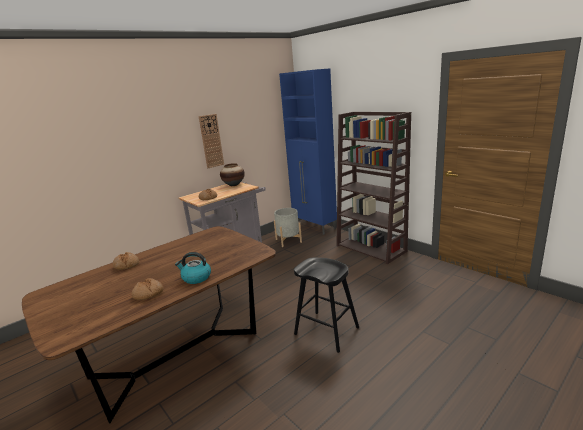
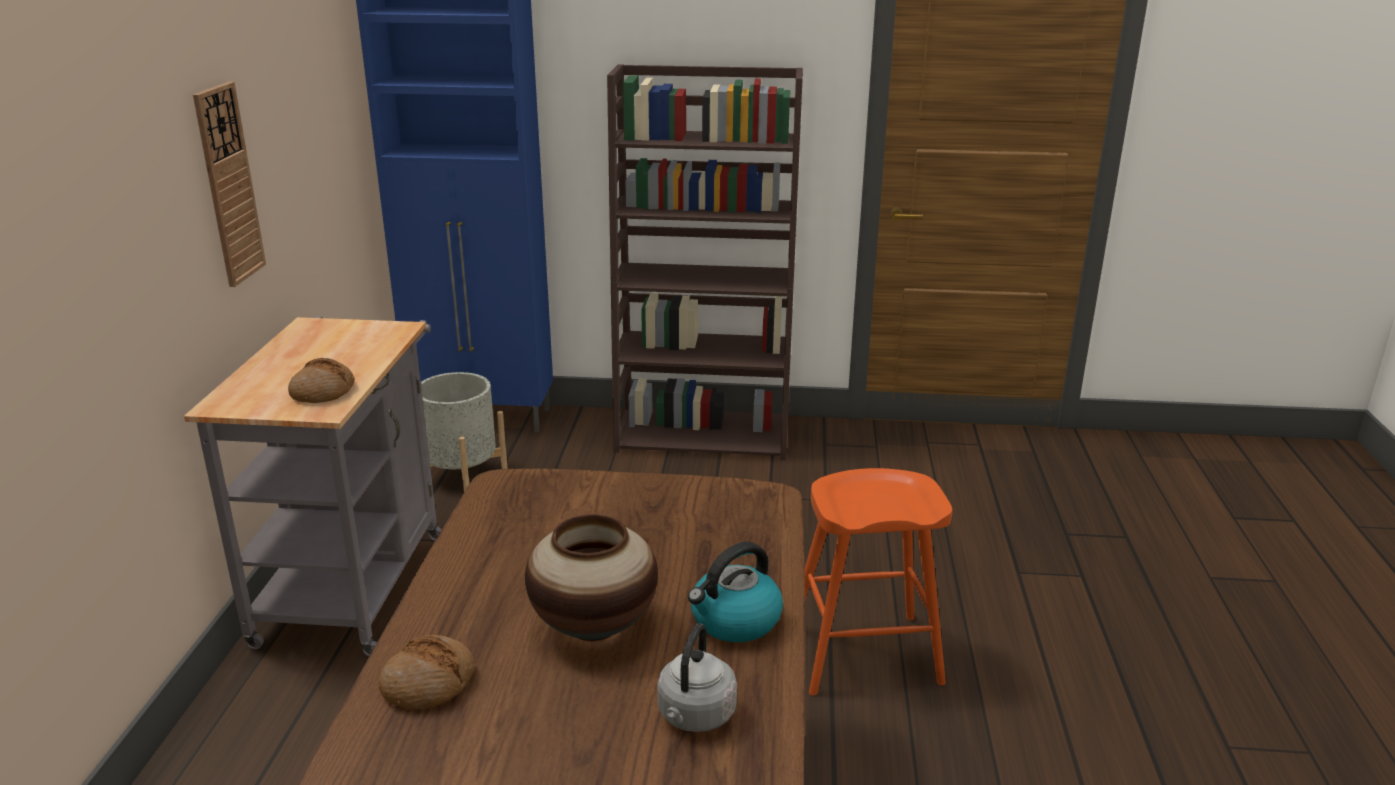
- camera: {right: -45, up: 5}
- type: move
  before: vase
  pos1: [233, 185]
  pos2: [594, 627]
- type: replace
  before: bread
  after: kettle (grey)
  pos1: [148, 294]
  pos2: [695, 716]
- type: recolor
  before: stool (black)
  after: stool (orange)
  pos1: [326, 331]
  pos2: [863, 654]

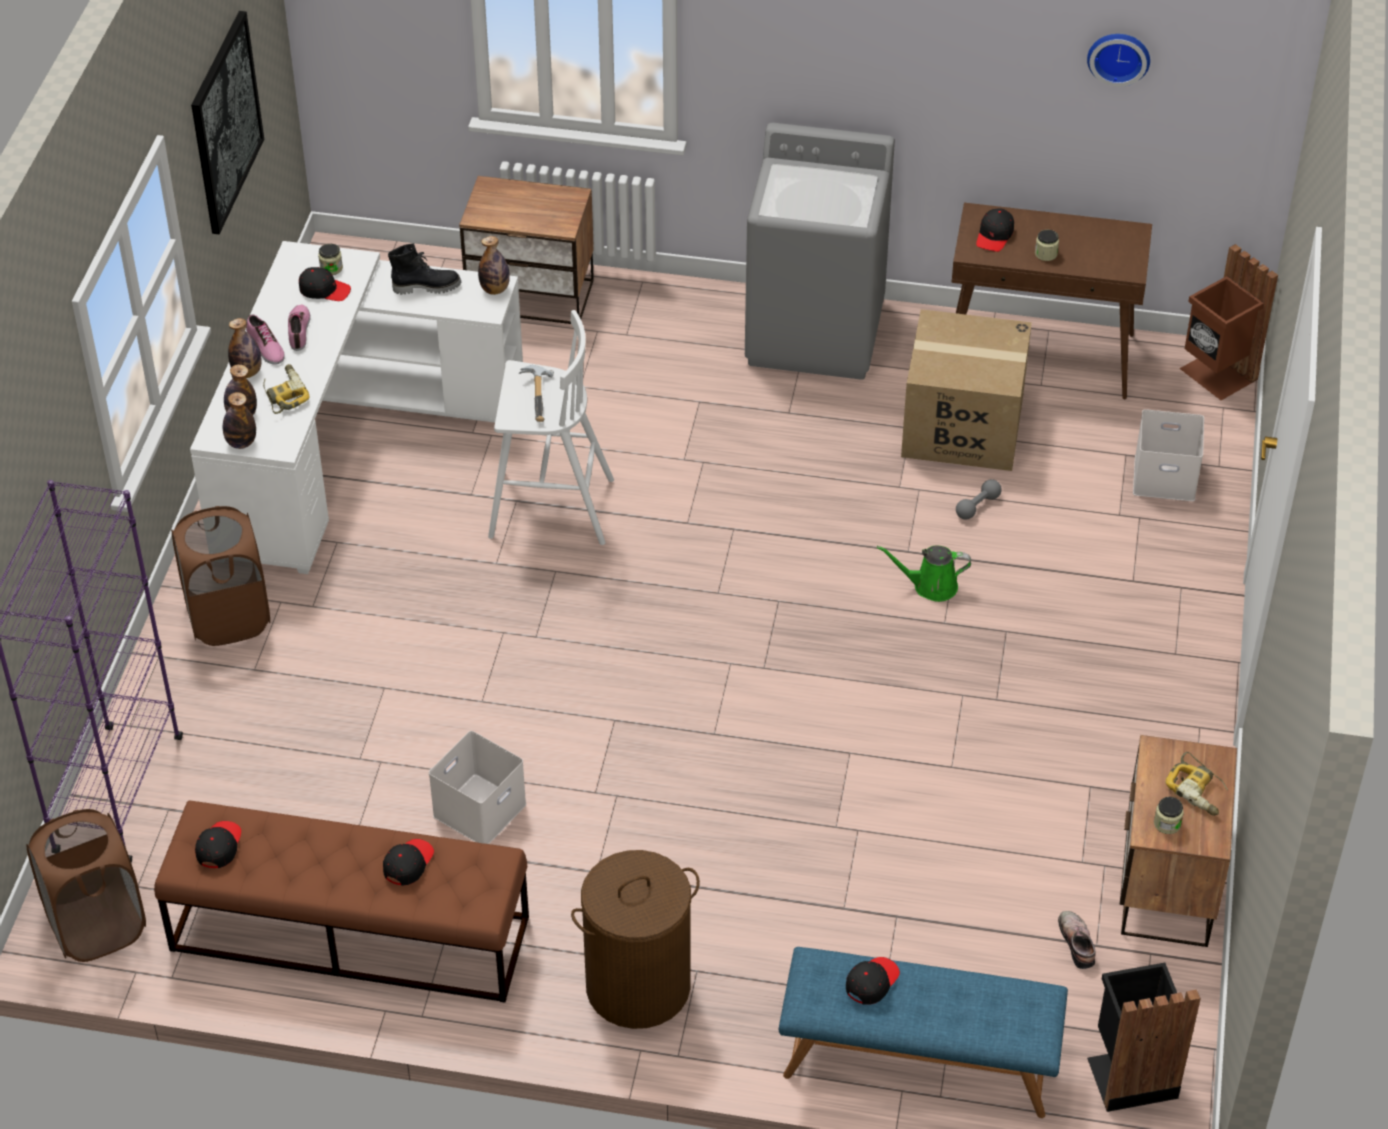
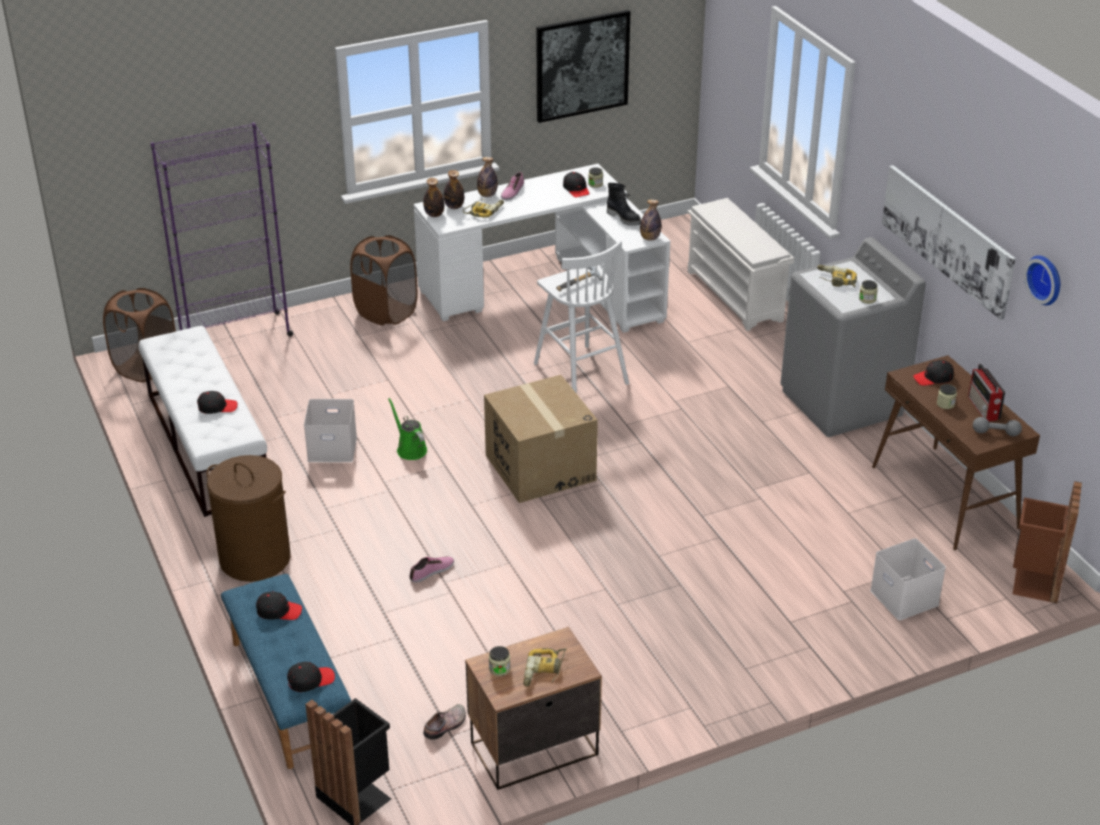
- camera: {right: 55, up: -10}
- type: recolor
  before: bench (brown)
  after: bench (white)
  pos1: [349, 933]
  pos2: [207, 444]
- type: move
  before: cap (black)
  pos1: [219, 847]
  pos2: [310, 680]
- type: move
  before: watering can (green)
  pos1: [930, 586]
  pos2: [410, 449]
- type: move
  before: shoe
  pos1: [299, 330]
  pos2: [432, 571]
- type: move
  before: cardboard box
  pos1: [962, 426]
  pos2: [540, 467]
- type: replace
  before: nightstand
  after: shoe rack (white)
  pos1: [532, 297]
  pos2: [736, 296]
- type: insert
  after: power drill
  pos2: [835, 280]
- type: insert
  after: jar
  pos2: [867, 299]
- type: insert
  after: picture
  pos2: [947, 239]
- type: insert
  after: radio
  pos2: [983, 409]
- type: move
  before: dumbbell (grey)
  pos1: [977, 506]
  pos2: [995, 433]

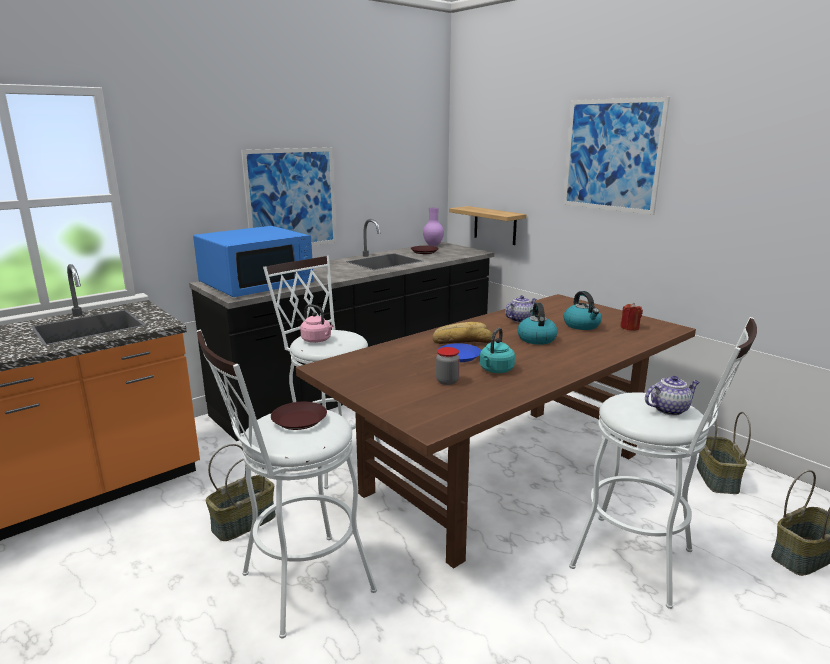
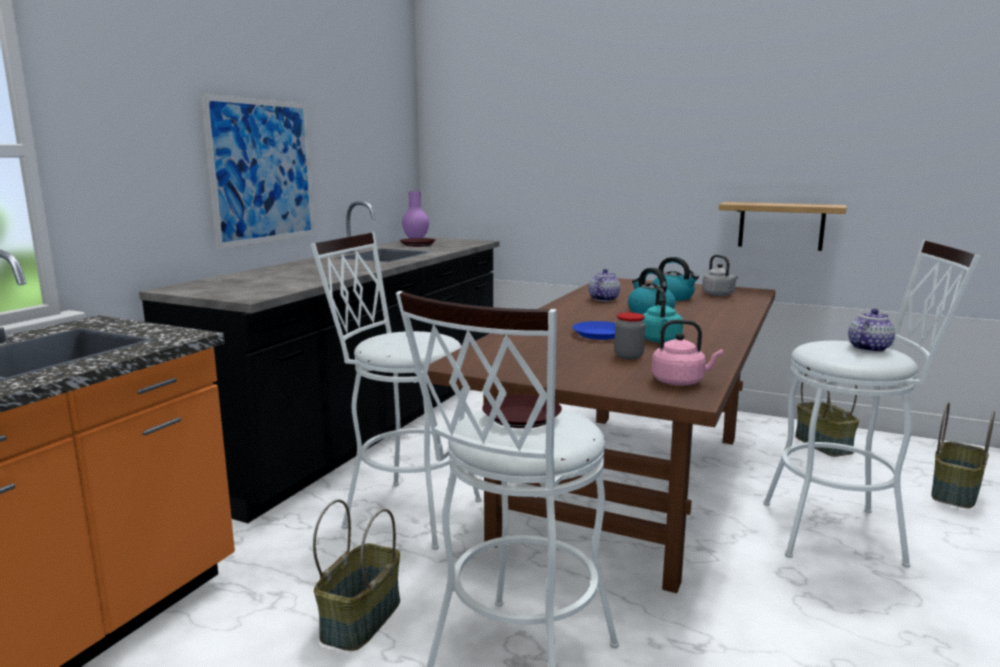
- camera: {right: -25, up: -5}
- type: move
  before: kettle (pink)
  pos1: [317, 340]
  pos2: [680, 382]
- type: replace
  before: candle (red)
  after: kettle (grey)
  pos1: [629, 328]
  pos2: [719, 294]
- type: move
  before: shelf
  pos1: [495, 225]
  pos2: [781, 226]
- type: delete
  before: microwave (blue)
  pos1: [257, 283]
- type: delete
  before: bread
  pos1: [462, 340]
- type: delete
  before: picture
  pos1: [612, 155]

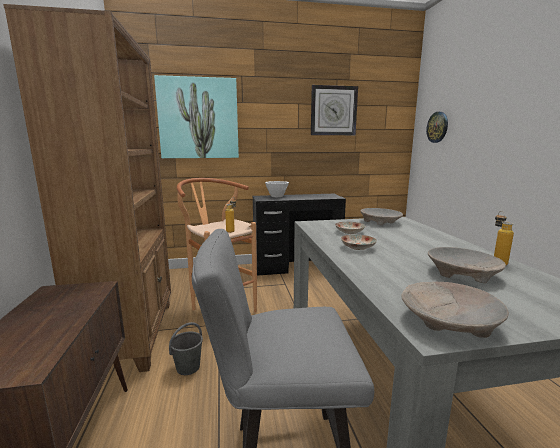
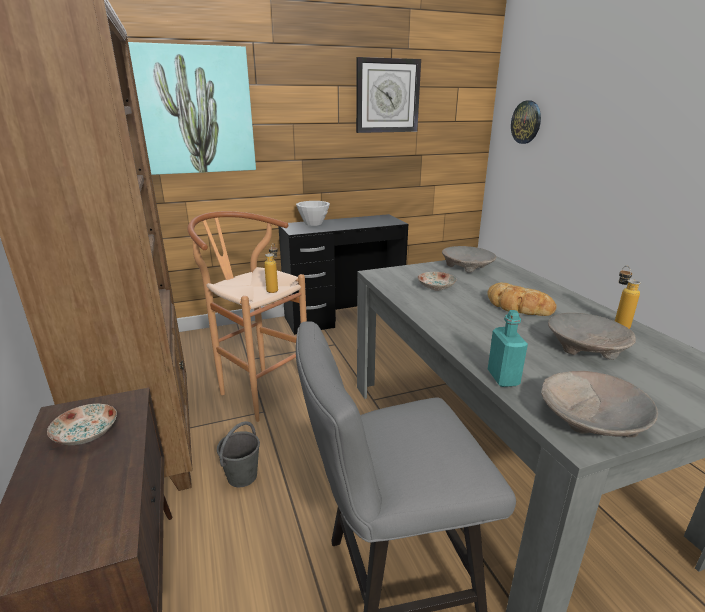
- camera: {right: -10, up: 10}
- type: move
  before: plate
  pos1: [357, 247]
  pos2: [85, 434]
- type: insert
  after: bread
  pos2: [517, 306]
- type: insert
  after: bottle (turquoise)
  pos2: [503, 378]

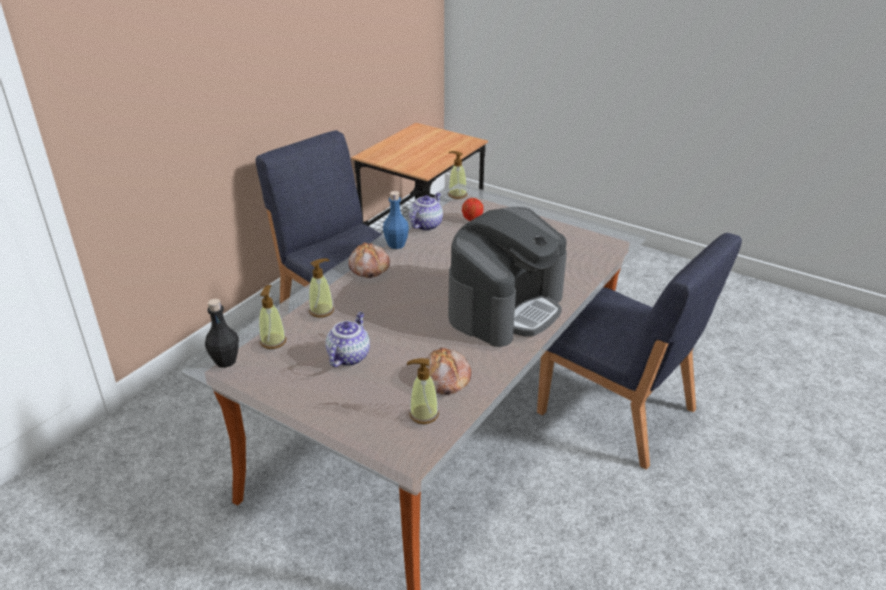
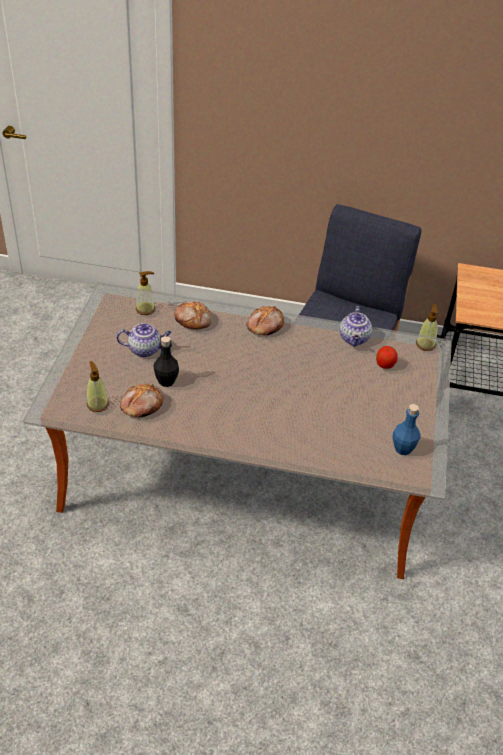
- camera: {right: 65, up: 10}
- type: move
  before: bottle (black)
  pos1: [225, 361]
  pos2: [166, 381]
- type: replace
  before: soap dispenser
  after: bread
  pos1: [322, 310]
  pos2: [193, 319]
- type: rotate
  before: teapot
  pos1: [426, 225]
  pos2: [354, 339]
  turn: 90
- type: move
  before: bottle (blue)
  pos1: [396, 245]
  pos2: [403, 449]
- type: delete
  before: coffee machine
  pos1: [506, 308]
- type: delete
  before: chair (blue)
  pos1: [618, 412]

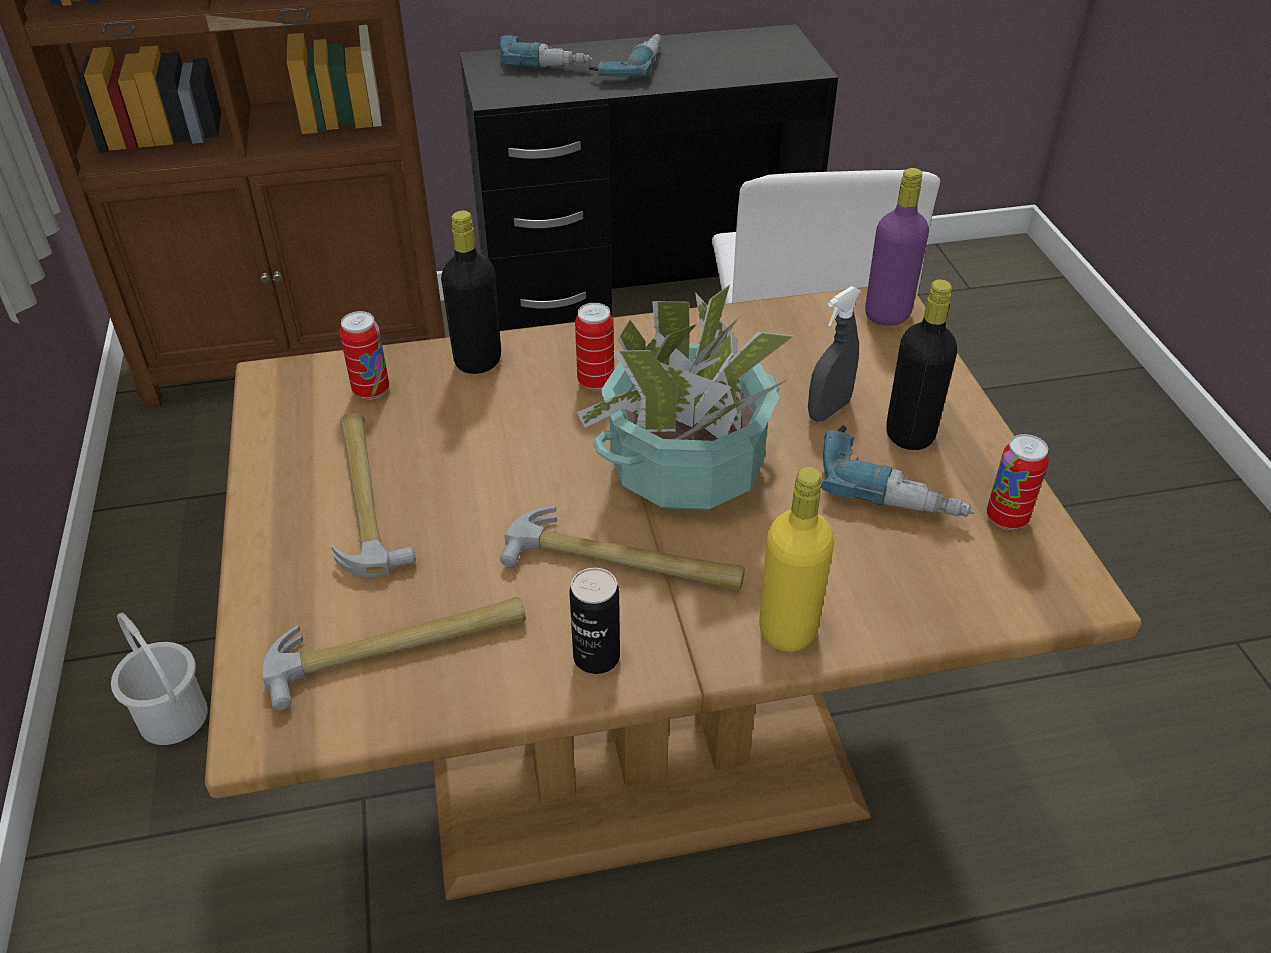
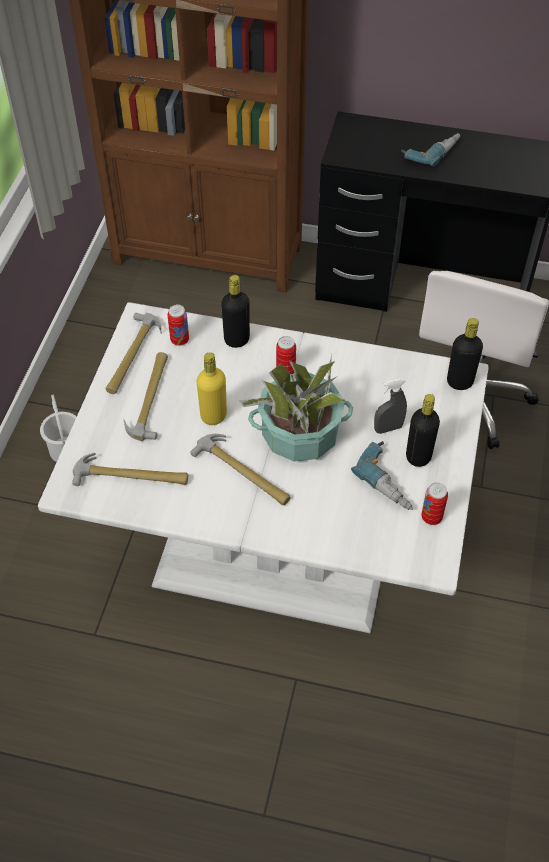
- camera: {right: 25, up: 10}
- type: recolor
  before: dining table (brown)
  after: dining table (white)
  pos1: [635, 747]
  pos2: [274, 551]
- type: insert
  after: hammer
  pos2: [132, 355]
- type: move
  before: bottle (yellow)
  pos1: [787, 630]
  pos2: [213, 416]
- type: recolor
  before: bottle (purple)
  after: bottle (black)
  pos1: [887, 314]
  pos2: [459, 382]
- type: delete
  before: power drill
  pos1: [546, 61]
- type: delete
  before: can
  pos1: [596, 657]

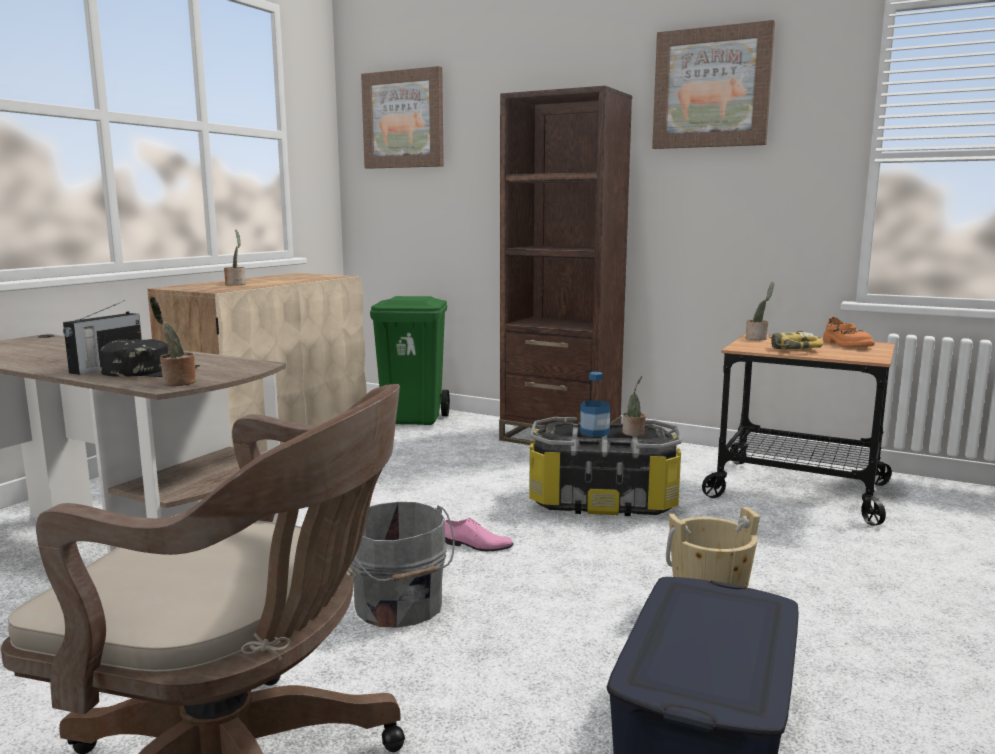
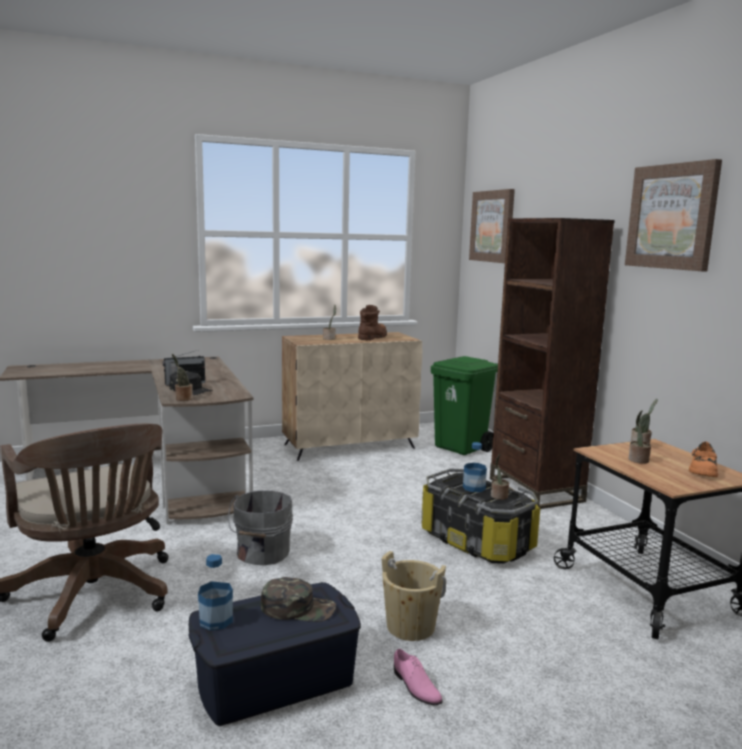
- camera: {right: 40, up: 0}
- type: insert
  after: bottle
  pos2: [216, 620]
- type: insert
  after: cap (green)
  pos2: [298, 608]
- type: insert
  after: boot (brown)
  pos2: [372, 337]
- type: move
  before: shoe (pink)
  pos1: [477, 545]
  pos2: [415, 686]
- type: replace
  before: power drill
  after: potted plant
  pos1: [790, 348]
  pos2: [638, 460]

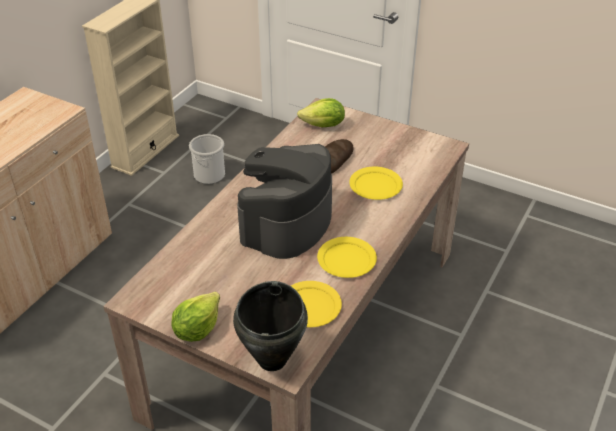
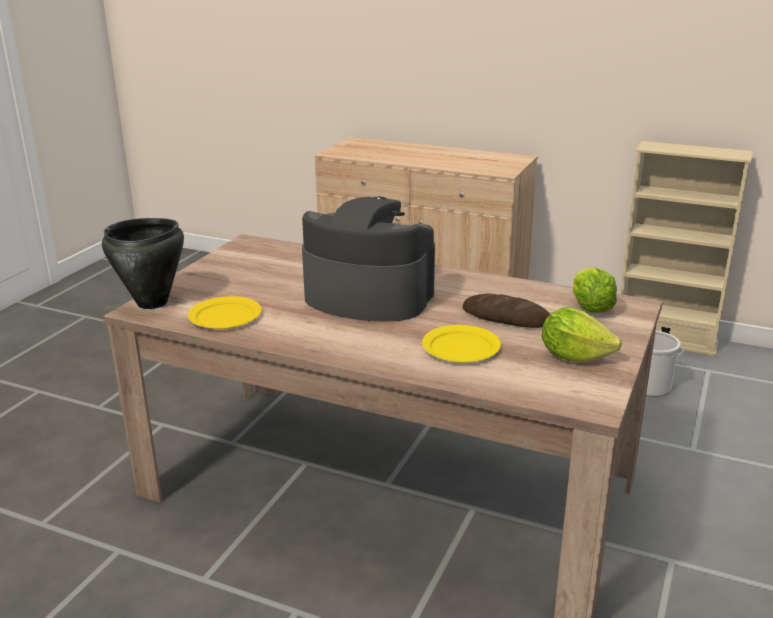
- camera: {right: 85, up: -15}
- type: move
  before: lettuce
  pos1: [197, 329]
  pos2: [574, 356]
- type: delete
  before: plate (yellow)
  pos1: [346, 259]

